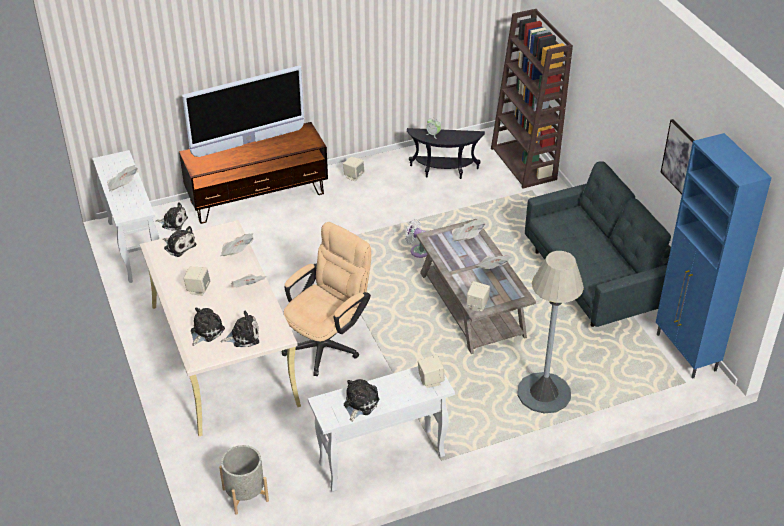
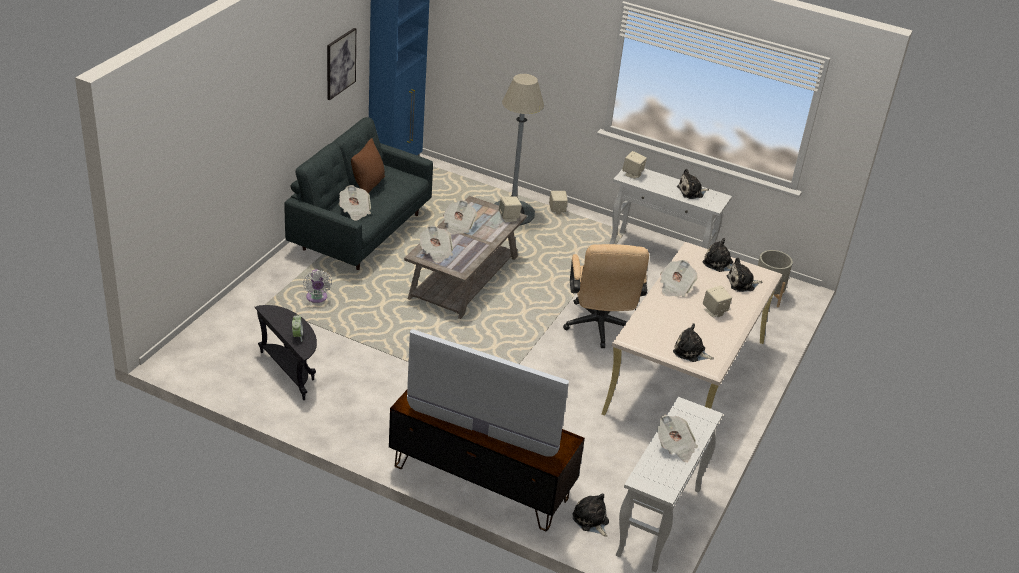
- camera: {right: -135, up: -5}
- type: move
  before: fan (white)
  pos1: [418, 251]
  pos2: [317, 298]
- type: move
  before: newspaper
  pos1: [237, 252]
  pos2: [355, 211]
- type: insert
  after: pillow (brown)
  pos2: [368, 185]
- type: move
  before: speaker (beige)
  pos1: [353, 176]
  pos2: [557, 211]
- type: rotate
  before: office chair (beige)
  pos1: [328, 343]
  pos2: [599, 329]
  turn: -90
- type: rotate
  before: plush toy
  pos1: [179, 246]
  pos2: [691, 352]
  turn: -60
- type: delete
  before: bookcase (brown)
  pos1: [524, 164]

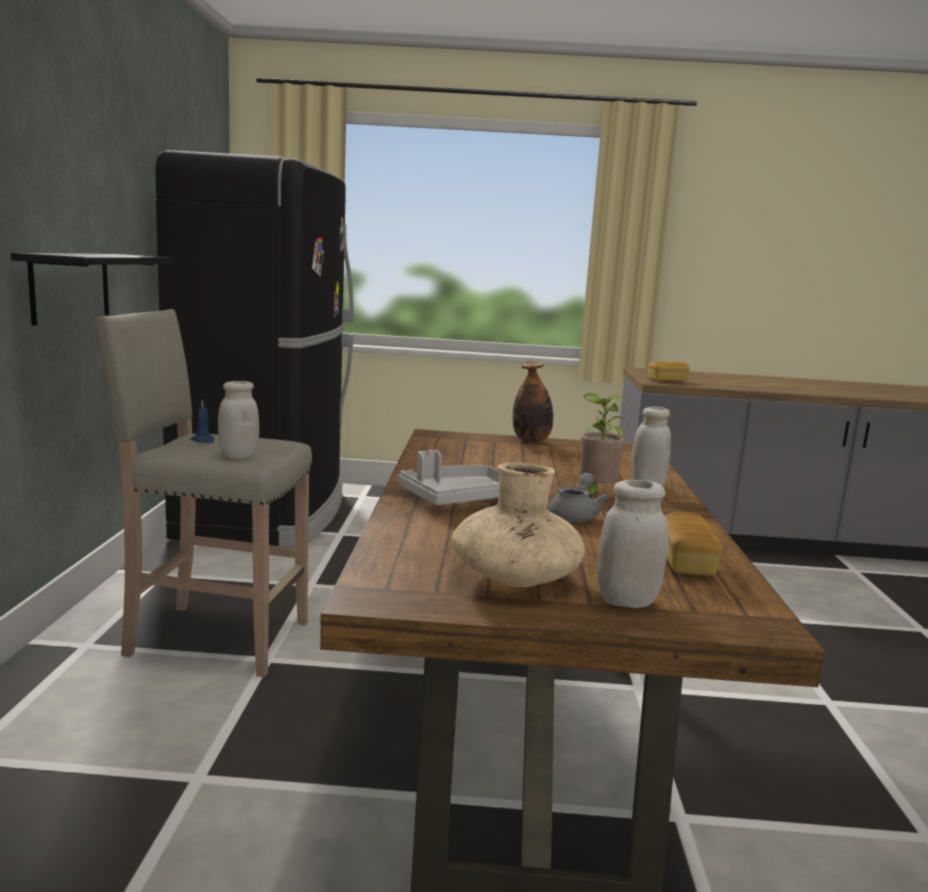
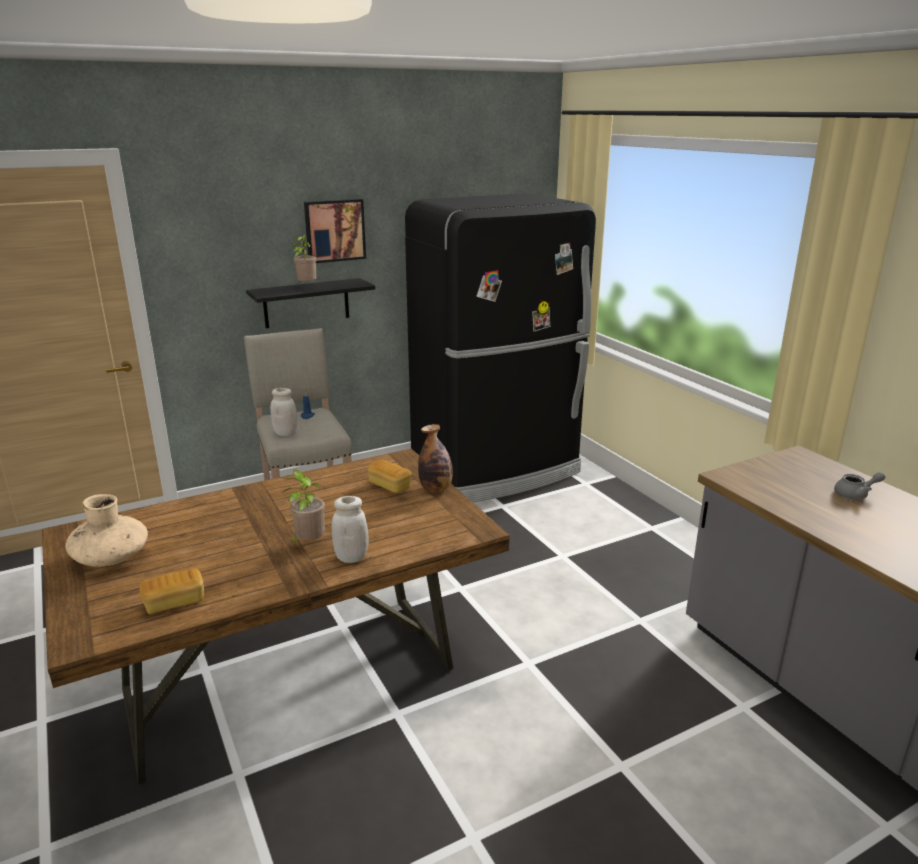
- camera: {right: 60, up: 10}
- type: insert
  after: potted plant
  pos2: [306, 286]
- type: insert
  after: picture
  pos2: [334, 230]
- type: move
  before: bread
  pos1: [667, 381]
  pos2: [389, 485]
- type: move
  before: teapot (grey)
  pos1: [575, 515]
  pos2: [855, 495]
- type: delete
  before: tray (grey)
  pos1: [458, 498]
- type: delete
  before: jar (white)
  pos1: [627, 601]

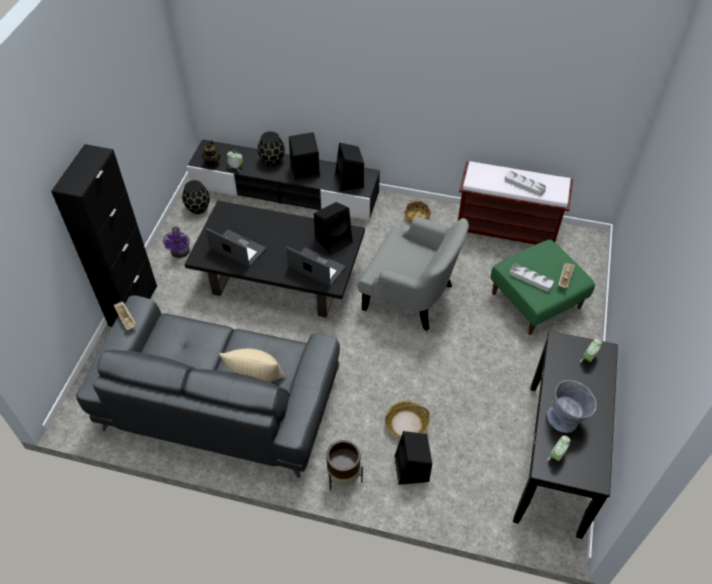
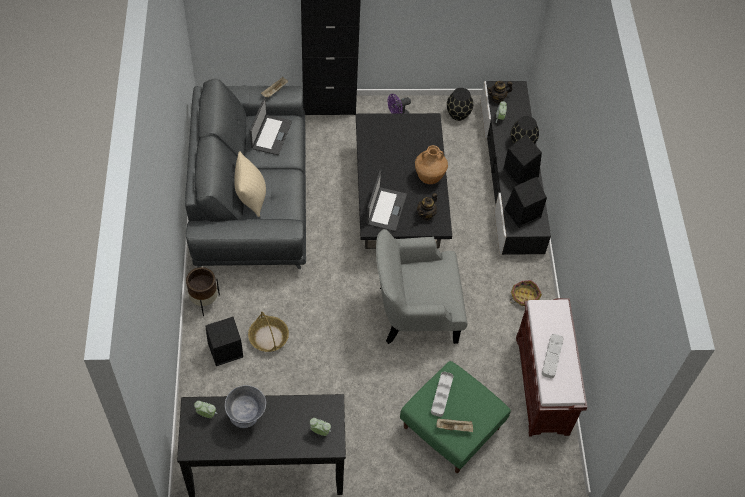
- camera: {right: 70, up: 5}
- type: move
  before: laptop
  pos1: [237, 249]
  pos2: [271, 135]
- type: rotate
  before: armchair (grey)
  pos1: [410, 296]
  pos2: [415, 312]
  turn: 75
- type: insert
  after: vase (brown)
  pos2: [429, 178]
- type: replace
  before: speaker (black)
  after: teapot
  pos1: [334, 239]
  pos2: [426, 214]

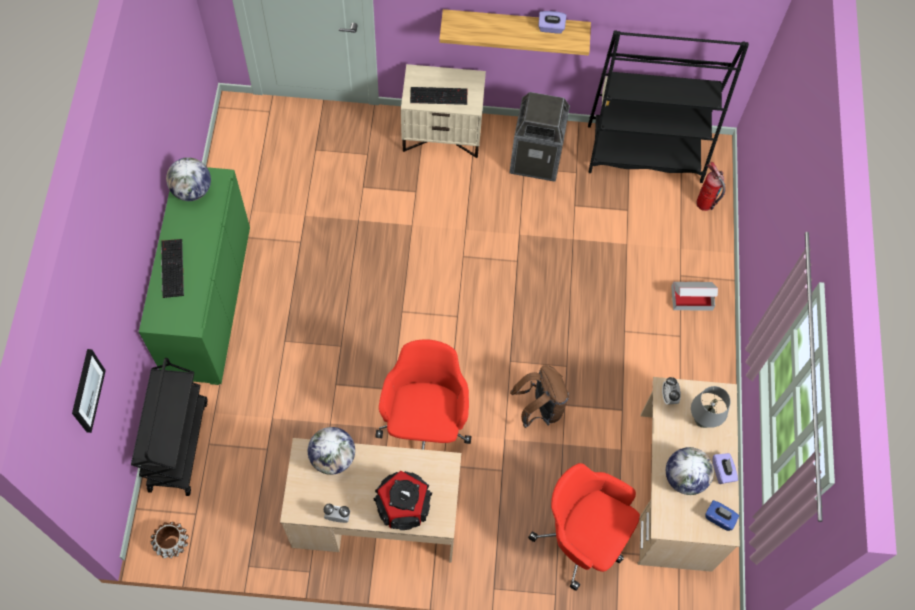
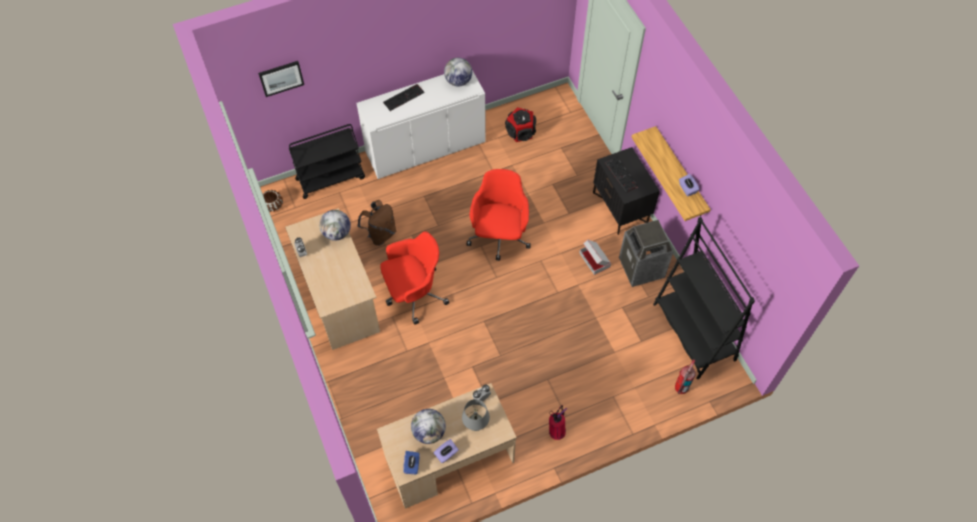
- camera: {right: 65, up: -5}
- type: recolor
  before: cabinet (green)
  after: cabinet (white)
  pos1: [208, 302]
  pos2: [425, 147]
- type: move
  before: backpack (brown)
  pos1: [539, 408]
  pos2: [380, 234]
- type: move
  before: office chair (red)
  pos1: [582, 537]
  pos2: [499, 237]
- type: move
  before: speaker
  pos1: [403, 506]
  pos2: [521, 131]
- type: insert
  after: fire extinguisher
  pos2: [556, 431]
- type: move
  before: cardboard box
  pos1: [692, 298]
  pos2: [594, 260]
- type: recolor
  before: nightstand (beige)
  after: nightstand (black)
  pos1: [442, 134]
  pos2: [621, 207]

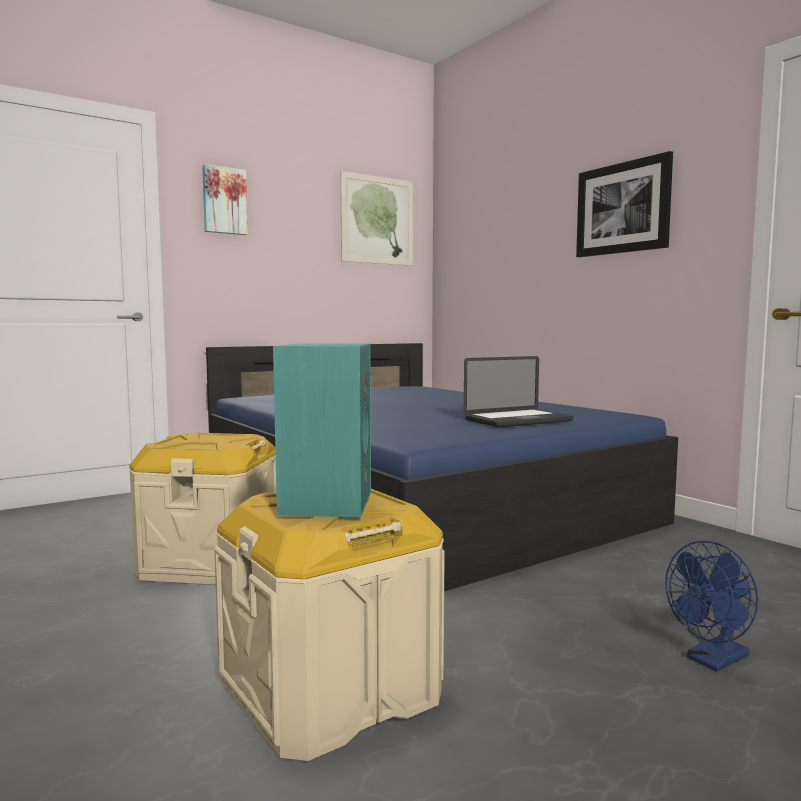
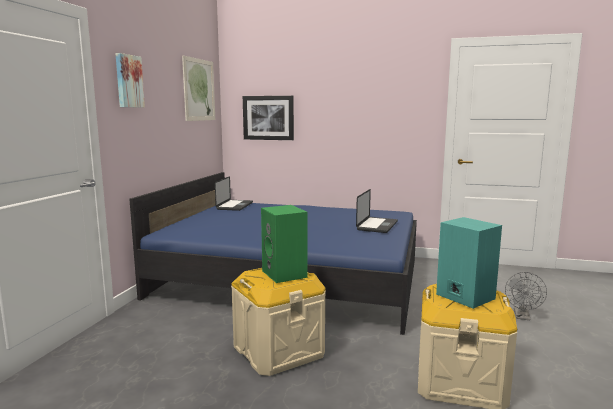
- camera: {right: -40, up: 5}
- type: insert
  after: laptop
  pos2: [235, 206]
- type: move
  before: picture
  pos1: [623, 208]
  pos2: [268, 118]
- type: insert
  after: speaker (green)
  pos2: [285, 274]
- type: recolor
  before: fan (blue)
  after: fan (grey)
  pos1: [712, 660]
  pos2: [522, 317]

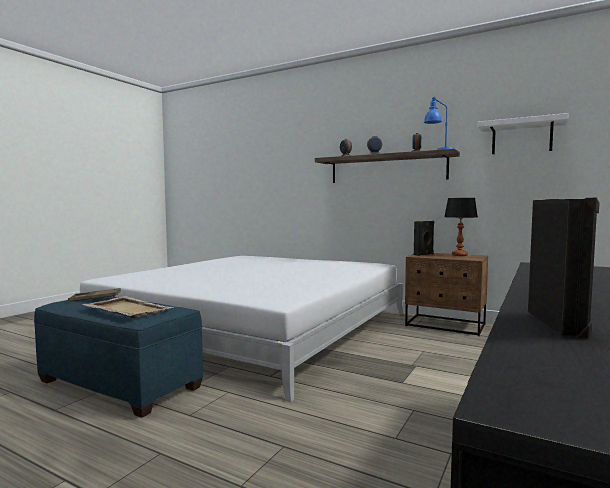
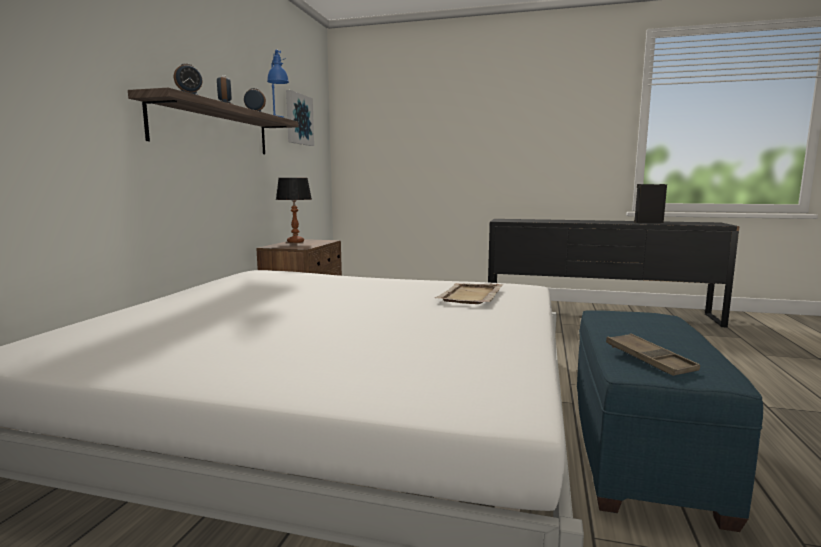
- camera: {right: -105, up: 5}
- type: replace
  before: shelf (white)
  after: picture
  pos1: [521, 138]
  pos2: [298, 119]
- type: move
  before: tray (beige)
  pos1: [127, 309]
  pos2: [470, 296]
- type: delete
  before: speaker (black)
  pos1: [424, 254]

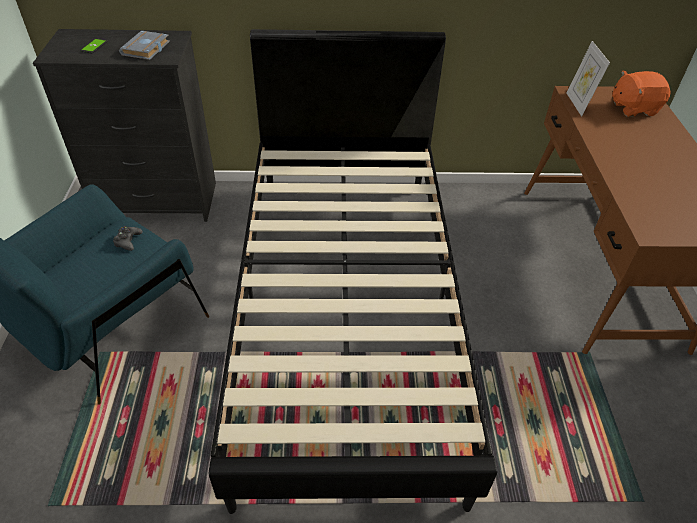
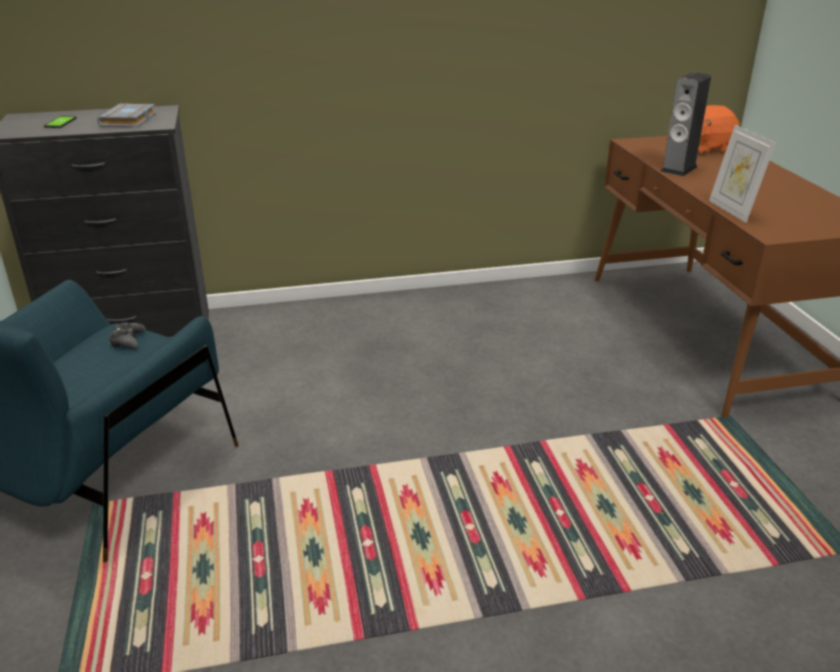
- camera: {right: -10, up: -15}
- type: insert
  after: speaker
  pos2: [678, 169]
- type: move
  before: picture frame
  pos1: [578, 104]
  pos2: [732, 210]
- type: delete
  before: bed (black)
  pos1: [347, 310]

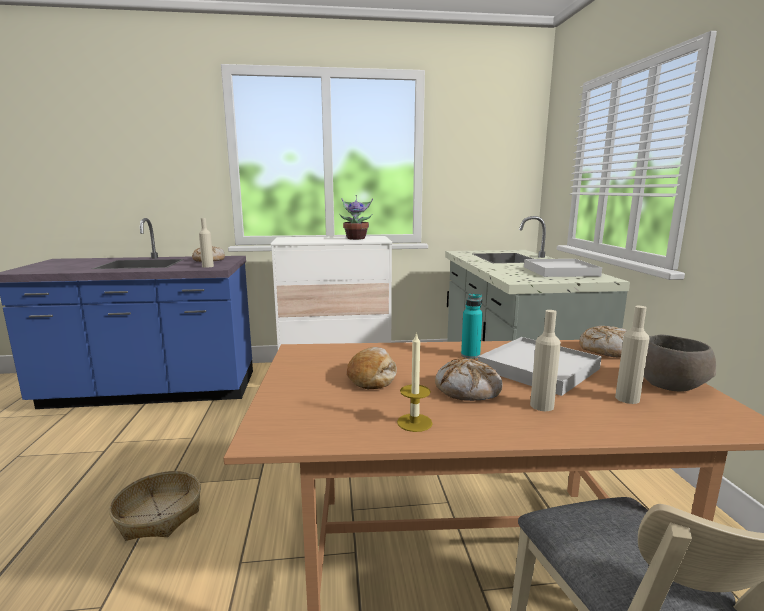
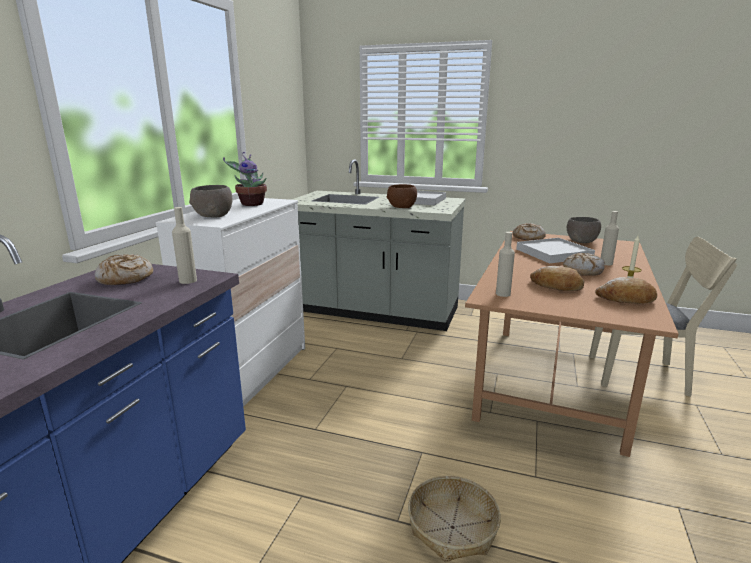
- camera: {right: -65, up: 5}
- type: insert
  after: bowl (grey)
  pos2: [212, 215]
- type: insert
  after: bowl (brown)
  pos2: [401, 207]
- type: move
  before: bottle (beige)
  pos1: [627, 398]
  pos2: [503, 294]
- type: insert
  after: bread
  pos2: [626, 299]
- type: delete
  before: bottle (turquoise)
  pos1: [470, 355]

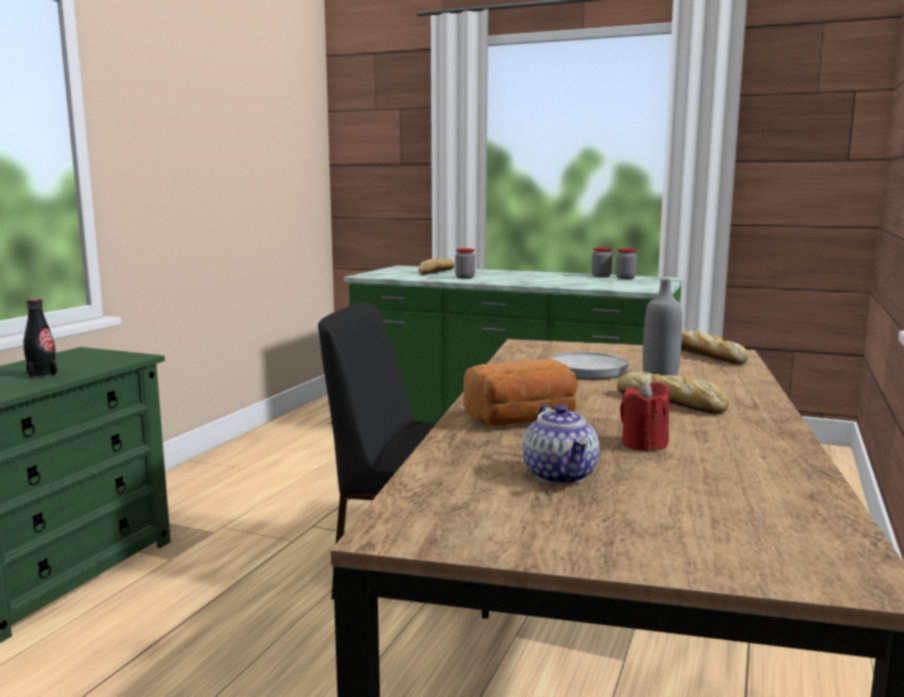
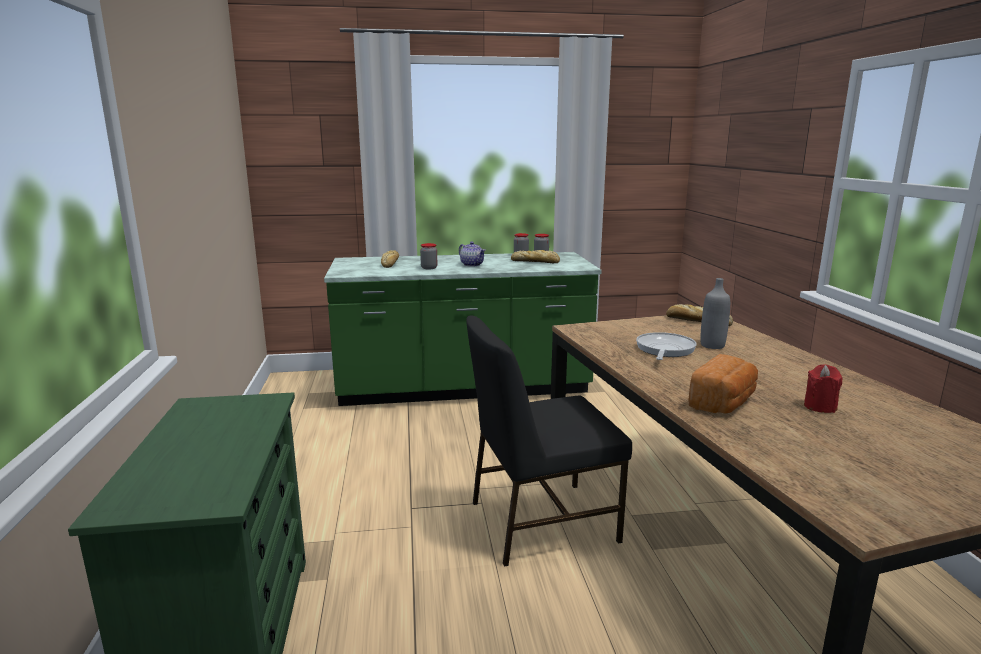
- camera: {right: -30, up: 5}
- type: move
  before: teapot
  pos1: [561, 475]
  pos2: [472, 265]
- type: move
  before: bread
  pos1: [672, 402]
  pos2: [536, 261]
- type: delete
  before: bottle (black)
  pos1: [42, 374]

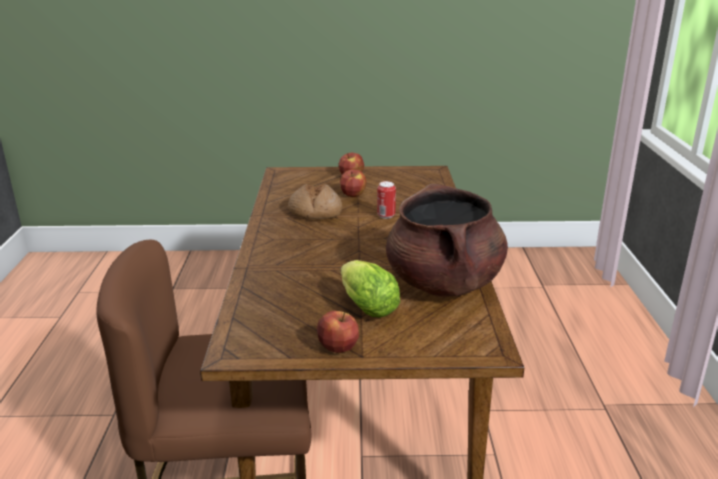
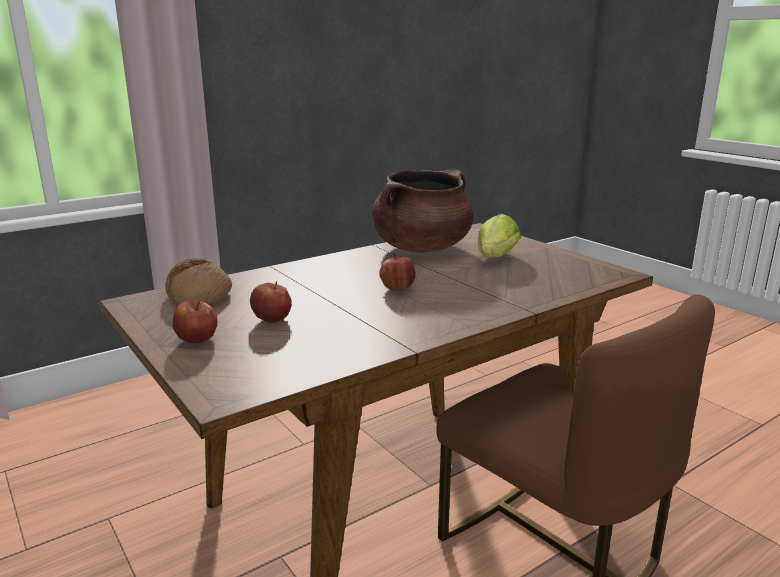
- camera: {right: -125, up: -5}
- type: move
  before: bread
  pos1: [315, 212]
  pos2: [200, 295]
- type: move
  before: apple
  pos1: [338, 347]
  pos2: [397, 288]
- type: delete
  before: can
  pos1: [386, 216]

